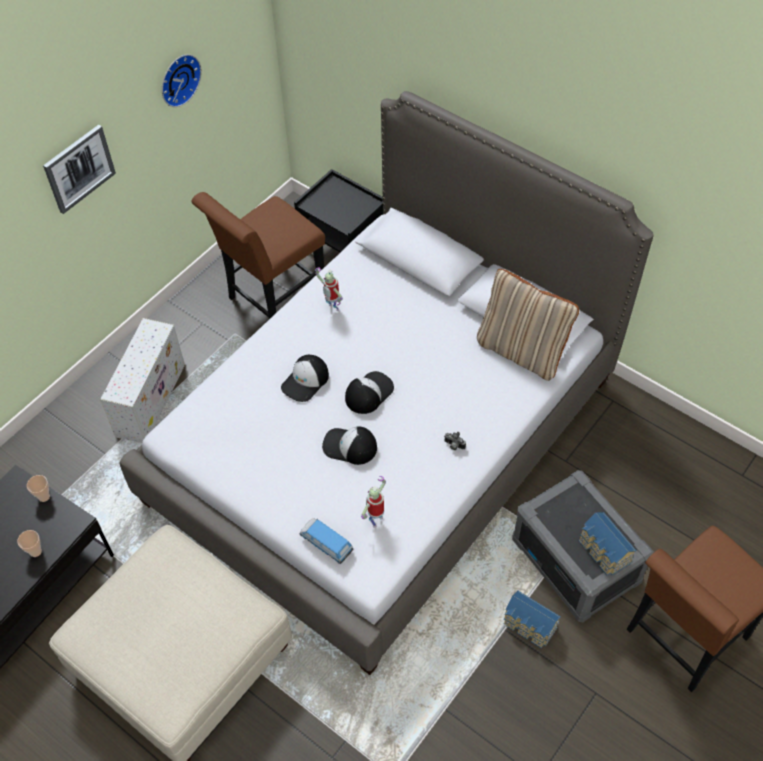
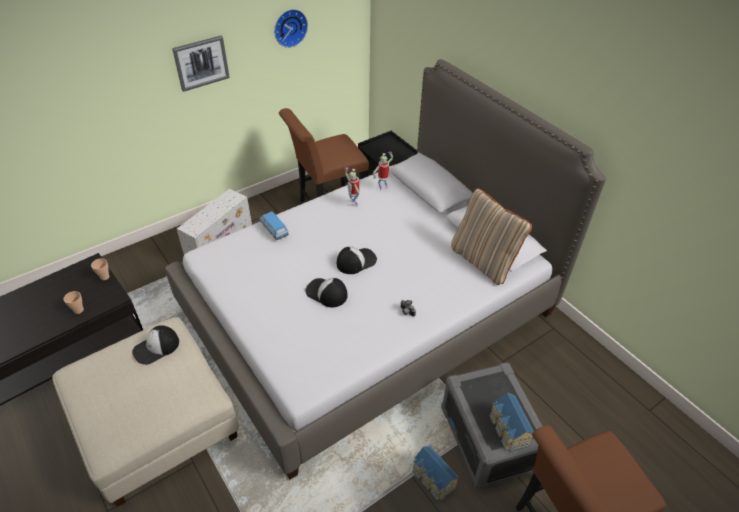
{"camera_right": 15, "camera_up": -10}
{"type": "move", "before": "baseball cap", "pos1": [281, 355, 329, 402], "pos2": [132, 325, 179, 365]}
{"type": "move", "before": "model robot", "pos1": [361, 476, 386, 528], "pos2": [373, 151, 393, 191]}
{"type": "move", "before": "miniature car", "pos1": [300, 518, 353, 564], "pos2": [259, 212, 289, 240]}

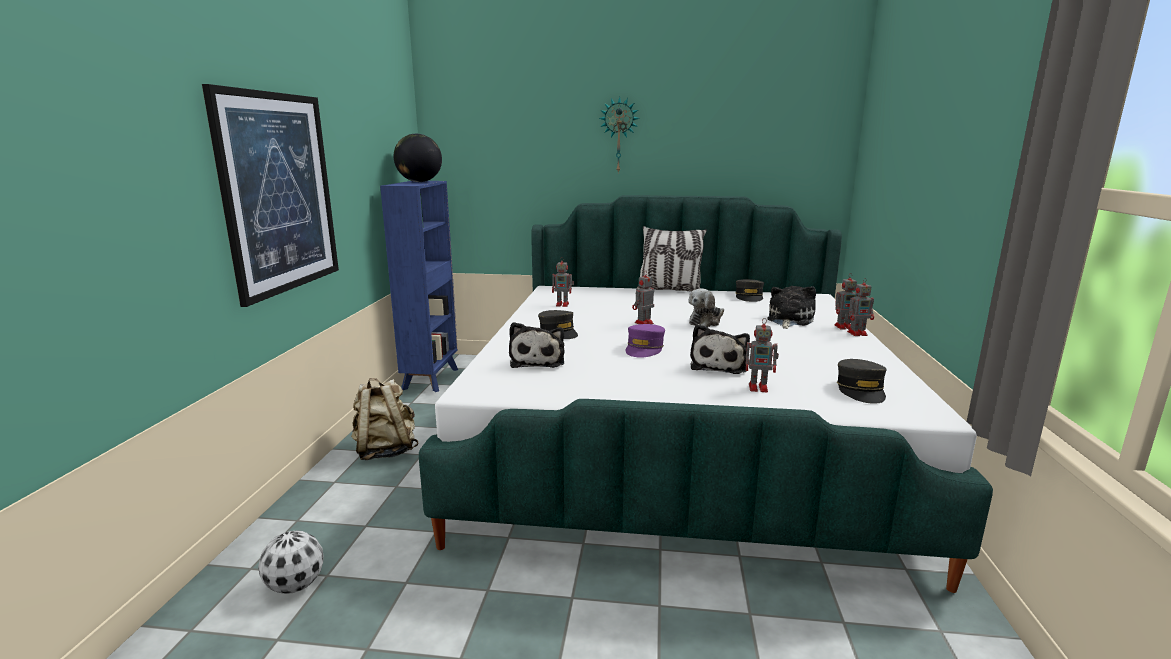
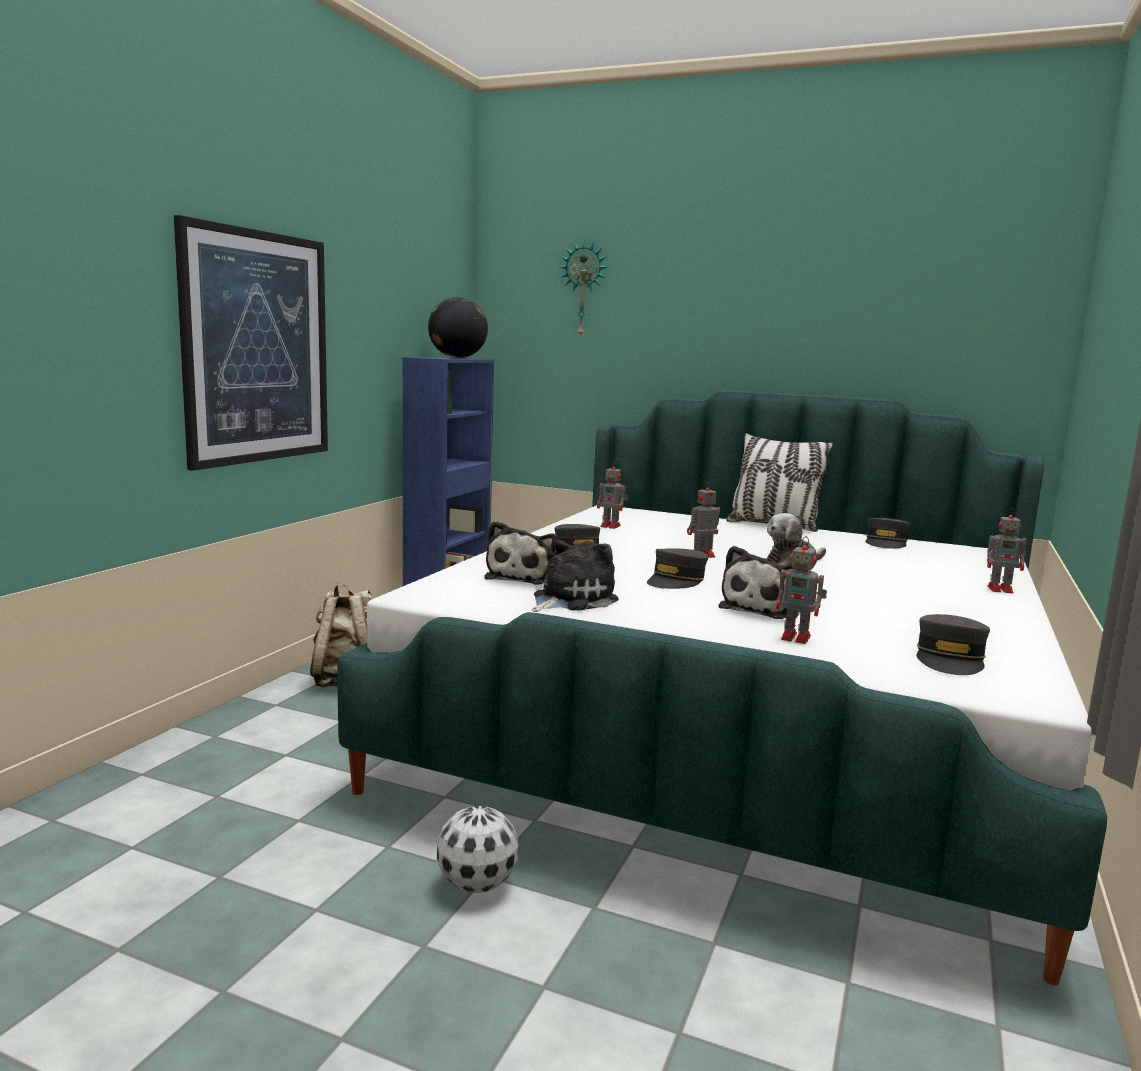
{"camera_right": 15, "camera_up": -5}
{"type": "move", "before": "wall clock", "pos1": [599, 97, 640, 174], "pos2": [560, 240, 608, 338]}
{"type": "delete", "before": "model robot", "pos1": [847, 278, 874, 336]}
{"type": "move", "before": "plush toy", "pos1": [767, 286, 816, 329], "pos2": [532, 540, 619, 612]}
{"type": "recolor", "before": "baseball cap (purplish)", "after": "baseball cap (greyish)", "pos1": [625, 324, 665, 358], "pos2": [647, 549, 708, 589]}
{"type": "move", "before": "football ball", "pos1": [258, 530, 324, 594], "pos2": [437, 806, 518, 893]}

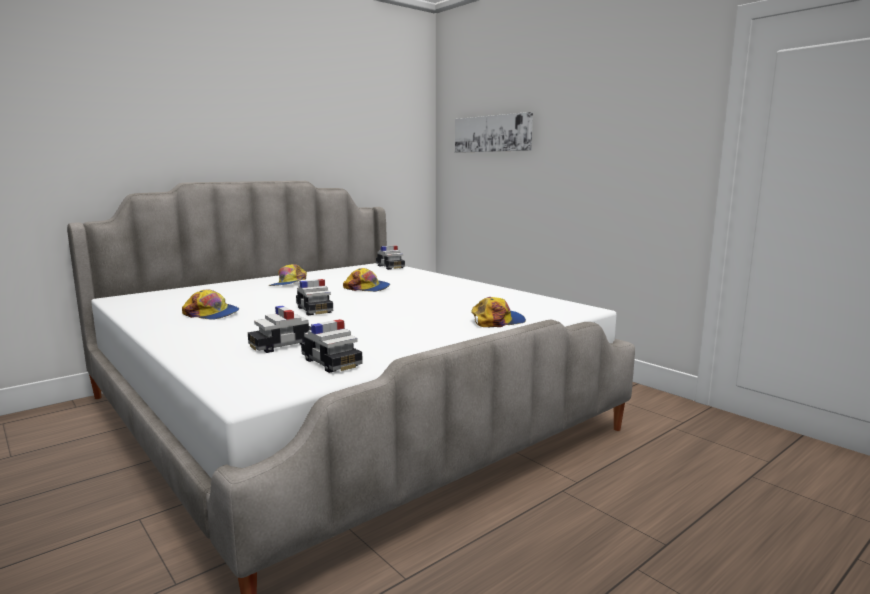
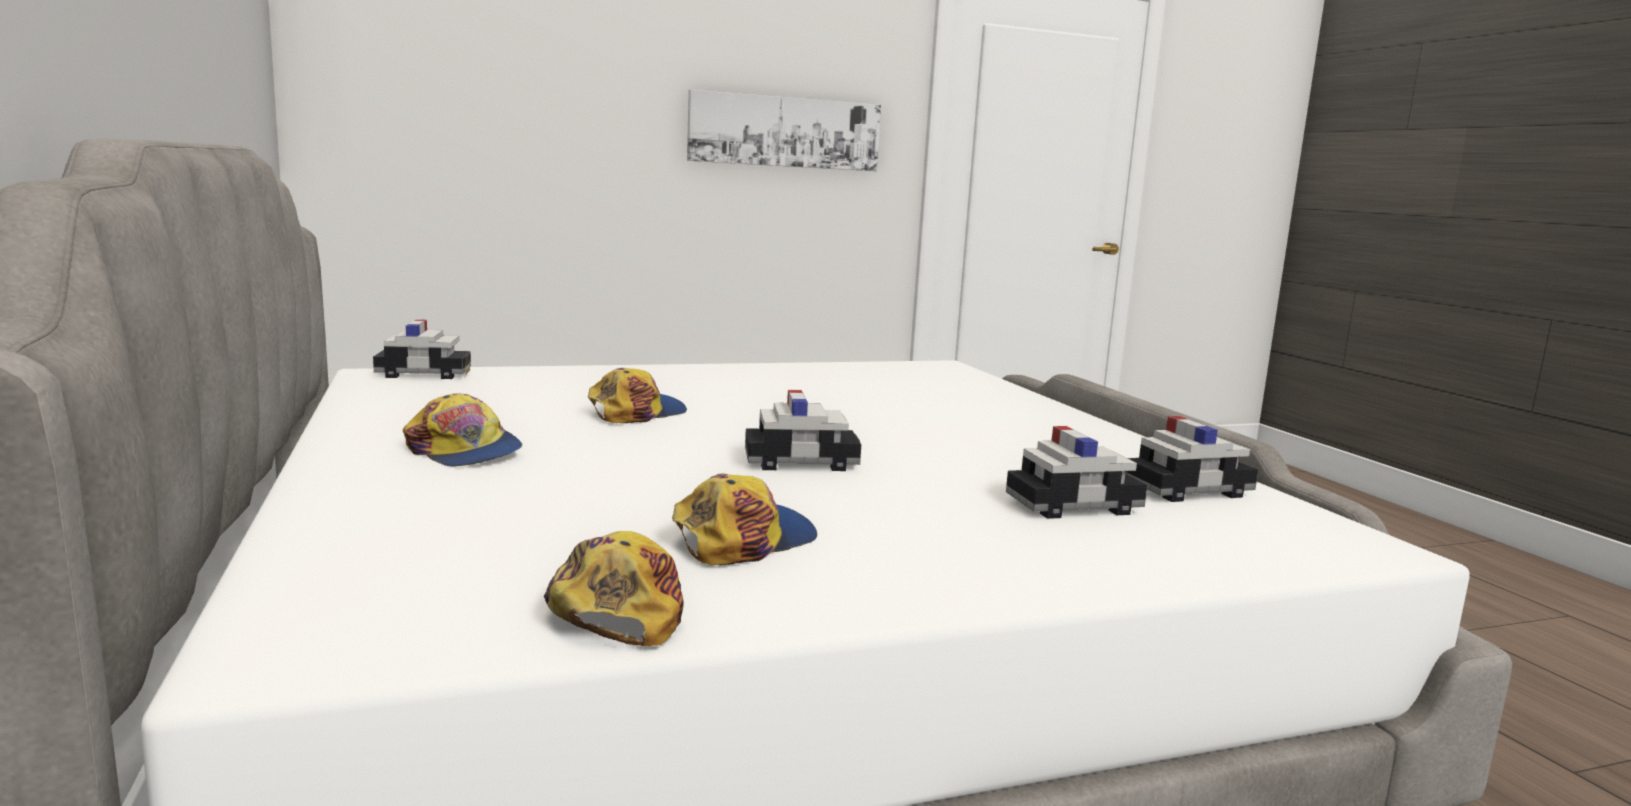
{"camera_right": -70, "camera_up": 0}
{"type": "move", "before": "wall art", "pos1": [455, 112, 533, 153], "pos2": [687, 90, 881, 171]}
{"type": "move", "before": "baseball cap", "pos1": [471, 297, 526, 327], "pos2": [544, 531, 684, 646]}
{"type": "rotate", "before": "miniature car", "pos1": [248, 306, 311, 353], "pos2": [1006, 426, 1148, 519], "turn": -90}

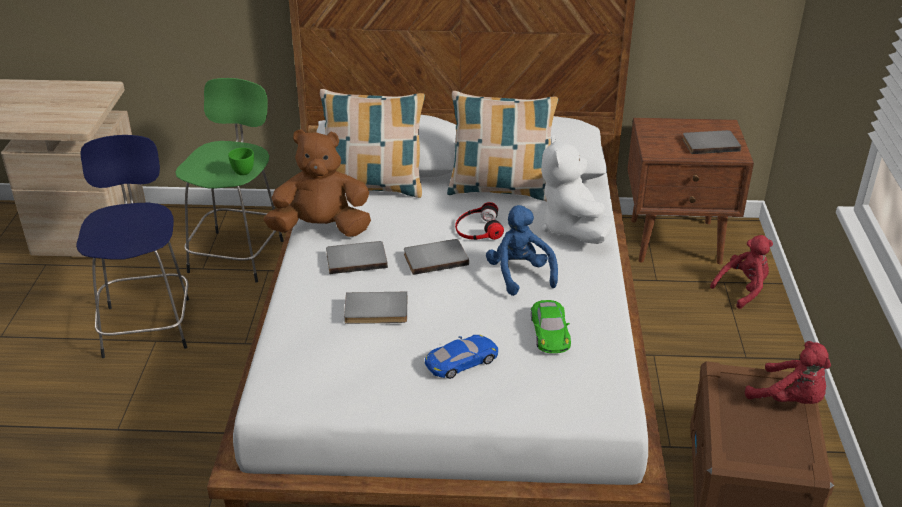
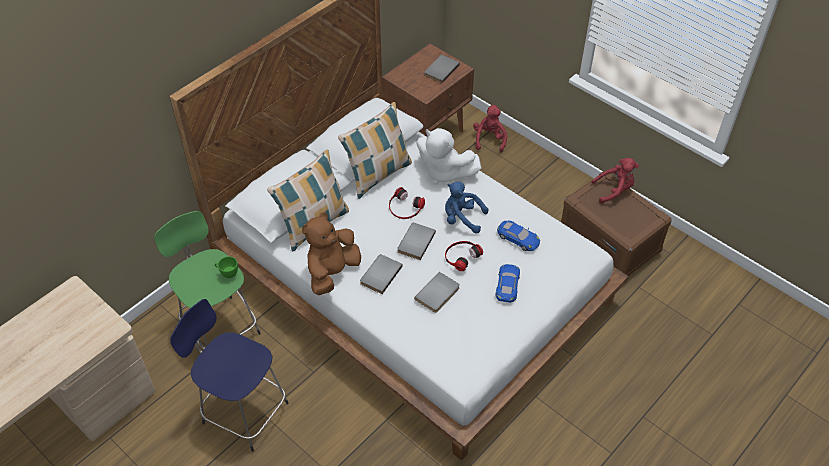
{"camera_right": -50, "camera_up": 15}
{"type": "recolor", "before": "miniature car (green-coloured)", "after": "miniature car (blue)", "pos1": [531, 300, 571, 353], "pos2": [497, 221, 540, 251]}
{"type": "insert", "after": "headset", "pos2": [445, 241, 483, 271]}

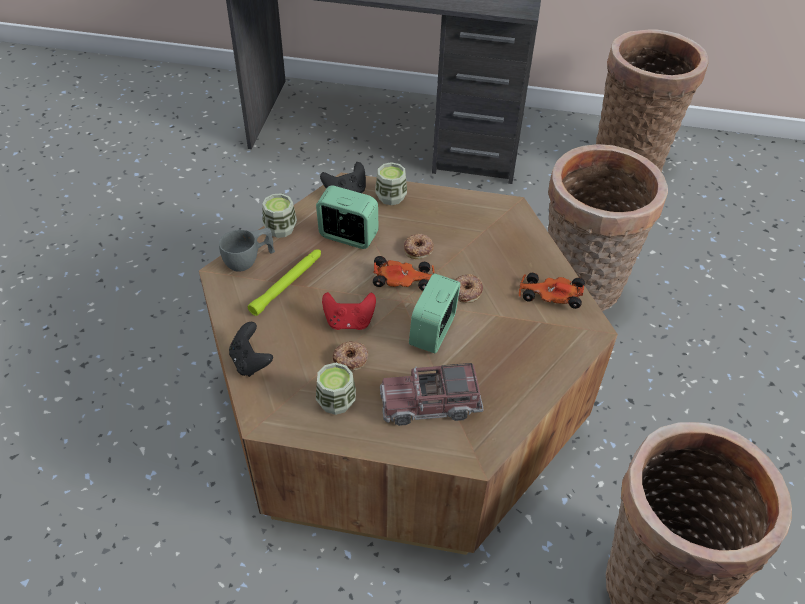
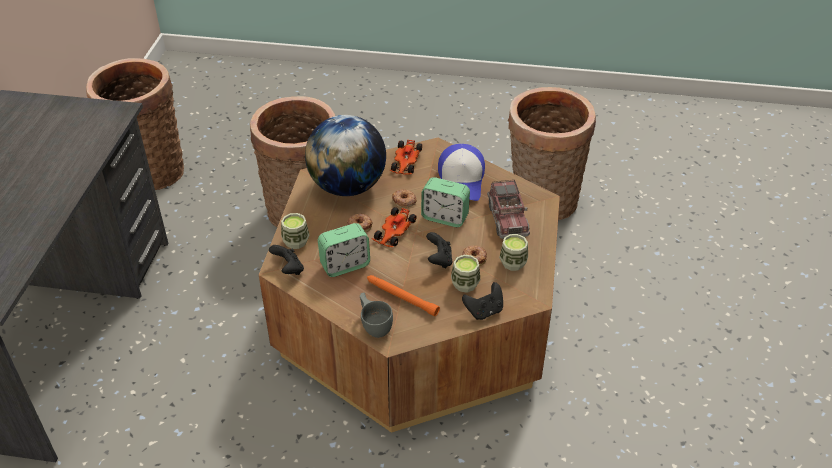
{"camera_right": -90, "camera_up": -5}
{"type": "rotate", "before": "bedside clock", "pos1": [316, 186, 379, 249], "pos2": [318, 223, 370, 277], "turn": -135}
{"type": "move", "before": "cup", "pos1": [262, 193, 297, 238], "pos2": [451, 255, 480, 293]}
{"type": "recolor", "before": "hand torch (green-coloured)", "after": "hand torch (orangey)", "pos1": [248, 249, 321, 316], "pos2": [367, 275, 440, 316]}
{"type": "rotate", "before": "miniature car", "pos1": [373, 256, 435, 291], "pos2": [372, 207, 417, 247], "turn": -150}
{"type": "recolor", "before": "joypad (reddish)", "after": "joypad (black)", "pos1": [322, 292, 376, 330], "pos2": [426, 232, 453, 268]}
{"type": "insert", "after": "world globe", "pos2": [305, 115, 386, 196]}
{"type": "insert", "after": "baseball cap", "pos2": [438, 144, 485, 201]}

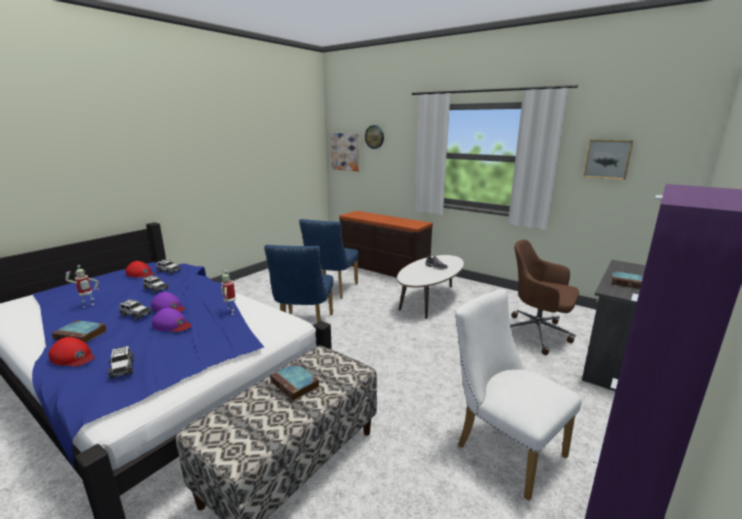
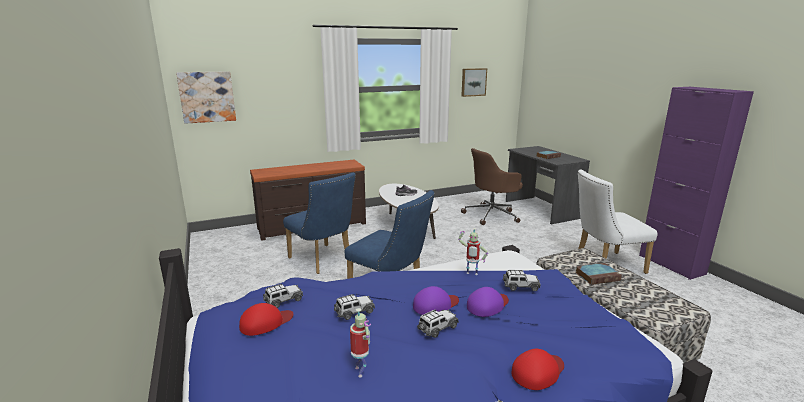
{"camera_right": -60, "camera_up": 0}
{"type": "delete", "before": "wall clock", "pos1": [365, 125, 384, 149]}
{"type": "delete", "before": "bound book", "pos1": [51, 320, 106, 343]}
{"type": "move", "before": "miniature car", "pos1": [108, 346, 134, 379], "pos2": [503, 270, 541, 291]}

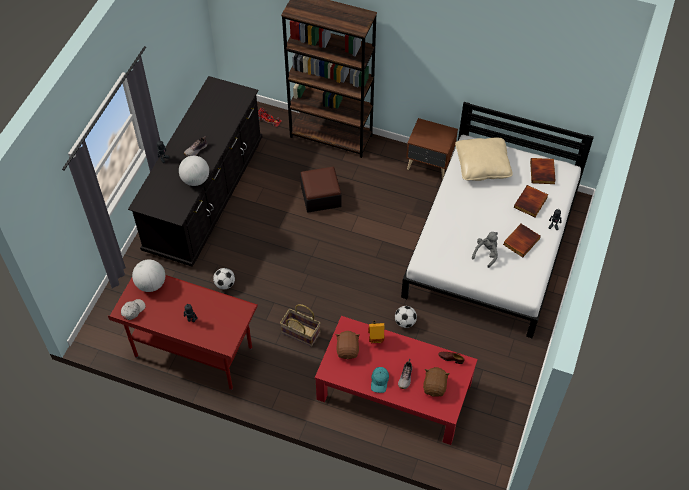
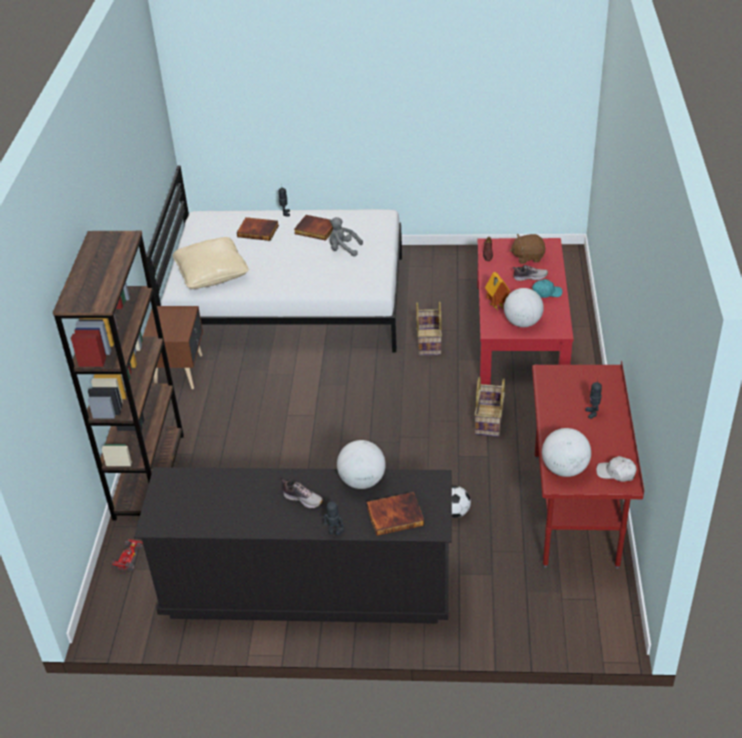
{"camera_right": -105, "camera_up": -15}
{"type": "move", "before": "bound book", "pos1": [530, 158, 556, 184], "pos2": [366, 492, 424, 536]}
{"type": "delete", "before": "ottoman", "pos1": [300, 167, 342, 213]}
{"type": "replace", "before": "football ball", "after": "household basket", "pos1": [395, 306, 417, 328], "pos2": [416, 301, 442, 356]}
{"type": "replace", "before": "plush toy (brown-coloured)", "after": "world globe", "pos1": [336, 331, 360, 359], "pos2": [504, 288, 544, 327]}

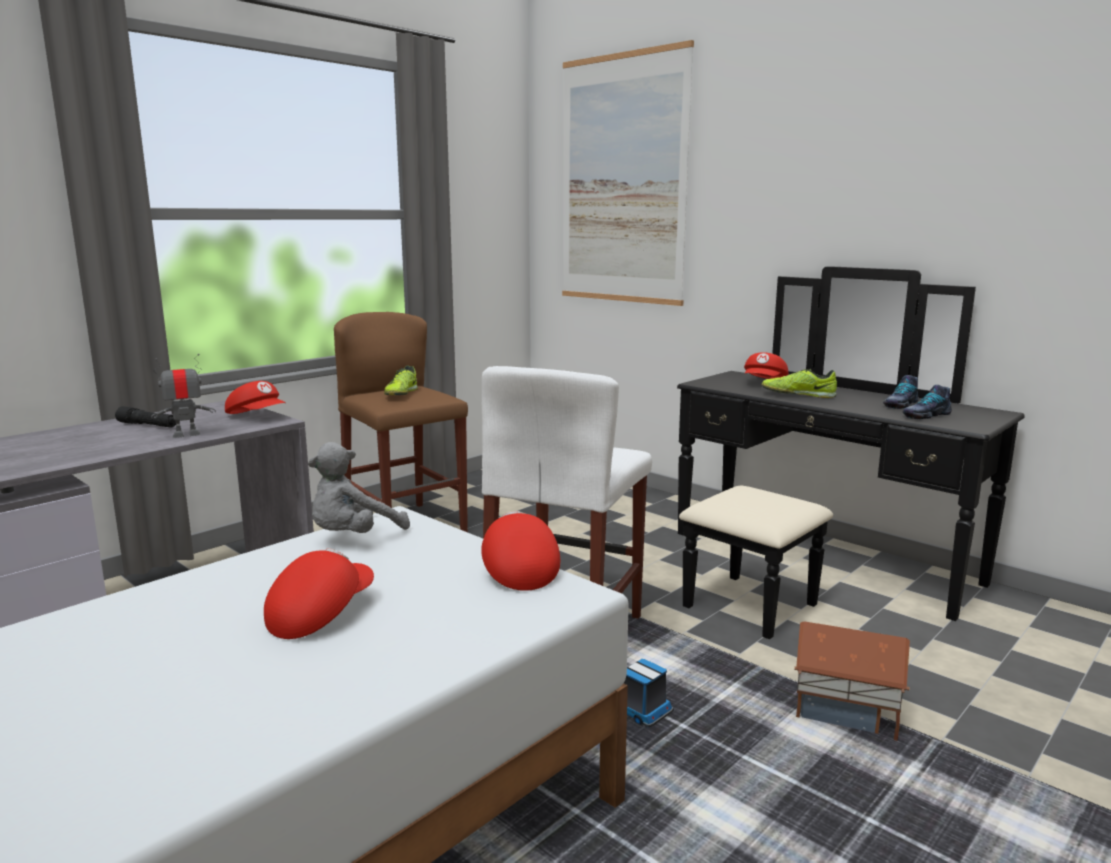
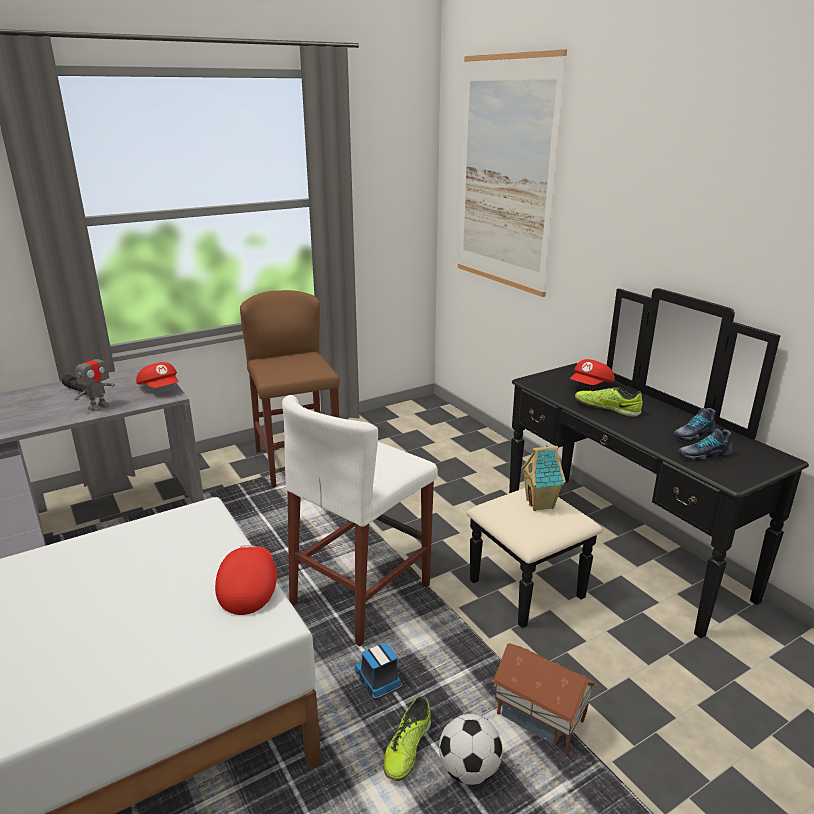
{"camera_right": 15, "camera_up": 10}
{"type": "rotate", "before": "model robot", "pos1": [151, 354, 216, 438], "pos2": [73, 348, 115, 411], "turn": 135}
{"type": "move", "before": "shoe", "pos1": [384, 366, 418, 395], "pos2": [383, 696, 431, 781]}
{"type": "delete", "before": "plush toy (greyish)", "pos1": [308, 442, 410, 533]}
{"type": "delete", "before": "baseball cap (reddish)", "pos1": [264, 548, 374, 639]}
{"type": "insert", "after": "toy house", "pos2": [521, 445, 566, 511]}
{"type": "insert", "after": "football ball", "pos2": [439, 714, 503, 785]}

